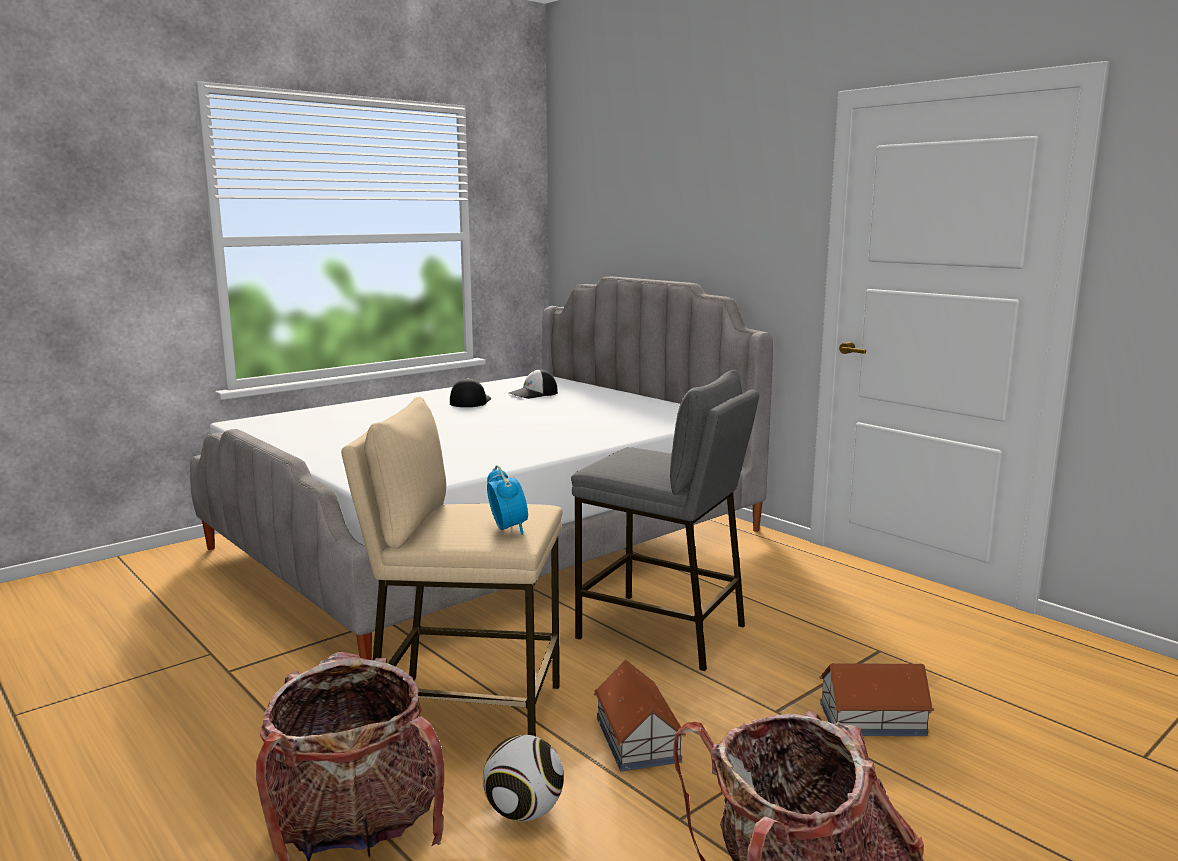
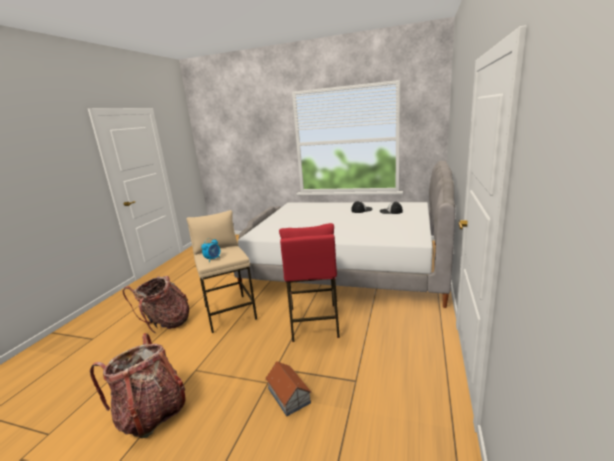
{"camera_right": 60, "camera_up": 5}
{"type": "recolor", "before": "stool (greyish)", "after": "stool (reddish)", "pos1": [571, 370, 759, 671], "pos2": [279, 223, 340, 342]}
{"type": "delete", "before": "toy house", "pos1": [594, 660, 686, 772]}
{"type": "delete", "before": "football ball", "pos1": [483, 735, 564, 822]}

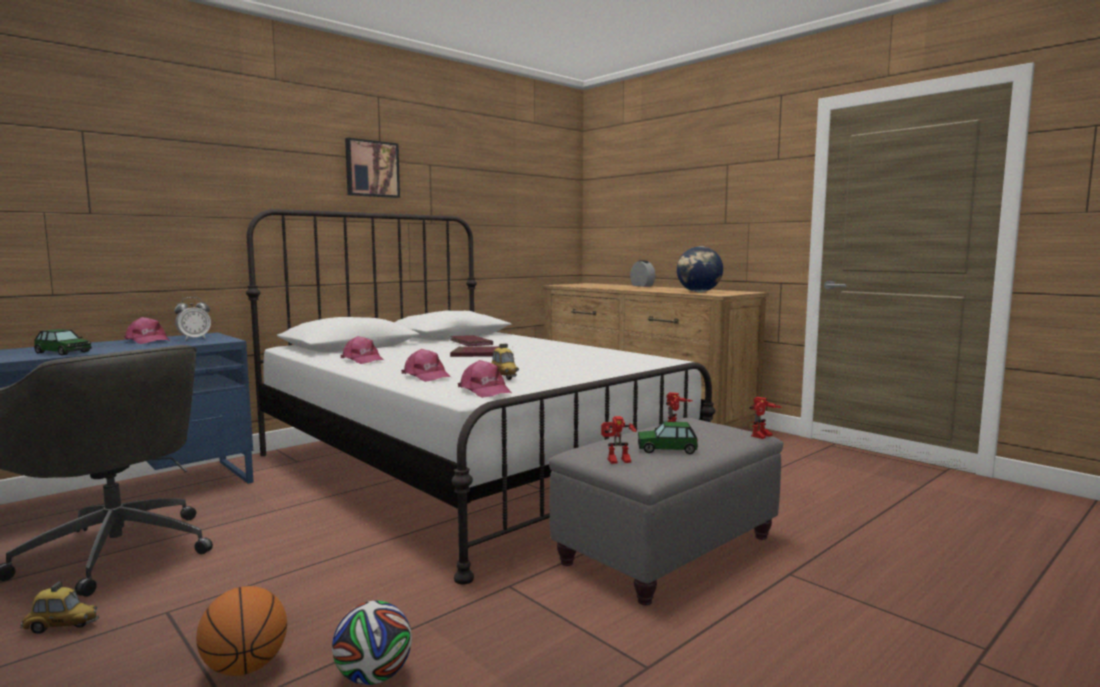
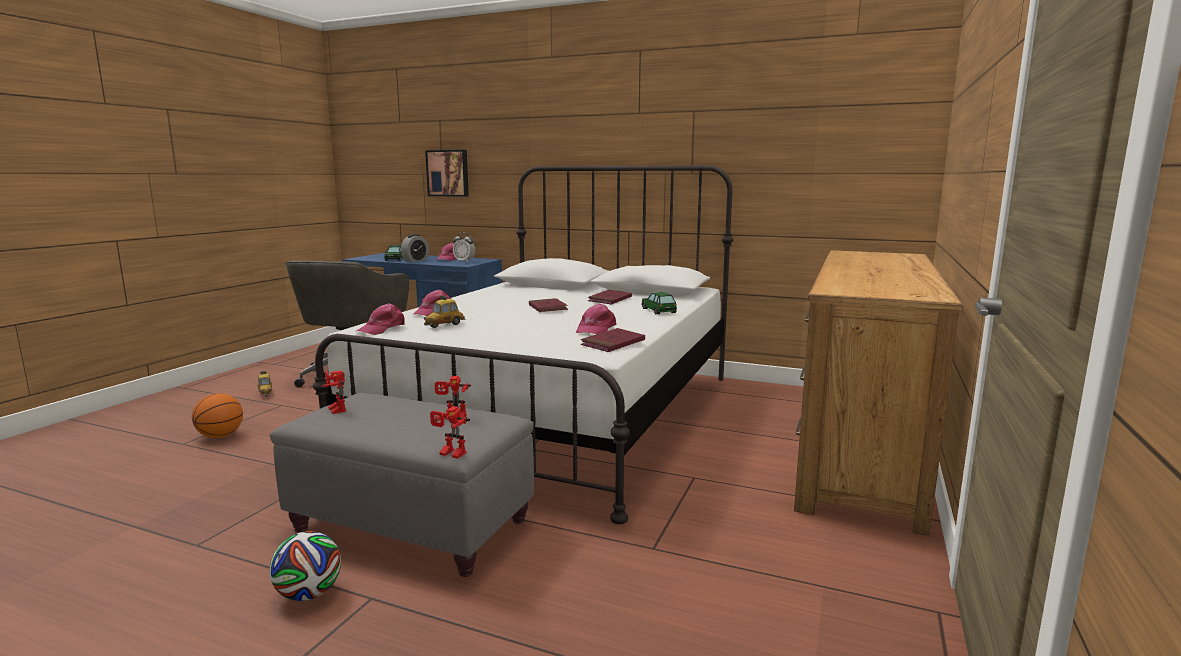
{"camera_right": 65, "camera_up": 5}
{"type": "move", "before": "wall art", "pos1": [345, 138, 400, 198], "pos2": [425, 150, 469, 197]}
{"type": "delete", "before": "world globe", "pos1": [677, 246, 723, 292]}
{"type": "move", "before": "bedside clock", "pos1": [630, 260, 655, 287], "pos2": [401, 234, 429, 262]}
{"type": "move", "before": "baseball cap (pink)", "pos1": [340, 336, 384, 364], "pos2": [576, 303, 616, 334]}
{"type": "move", "before": "miniature car", "pos1": [638, 422, 698, 454], "pos2": [641, 292, 677, 314]}
{"type": "move", "before": "football ball", "pos1": [332, 601, 412, 685], "pos2": [269, 531, 341, 601]}
{"type": "insert", "after": "bound book (reddish)", "pos2": [581, 328, 645, 352]}

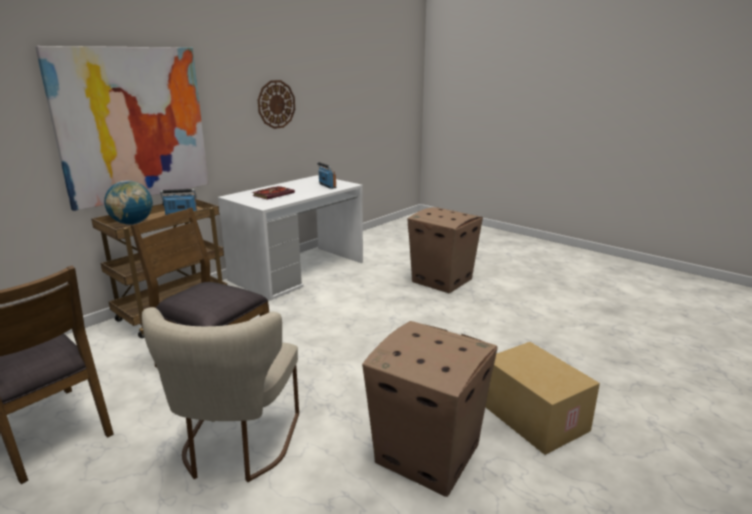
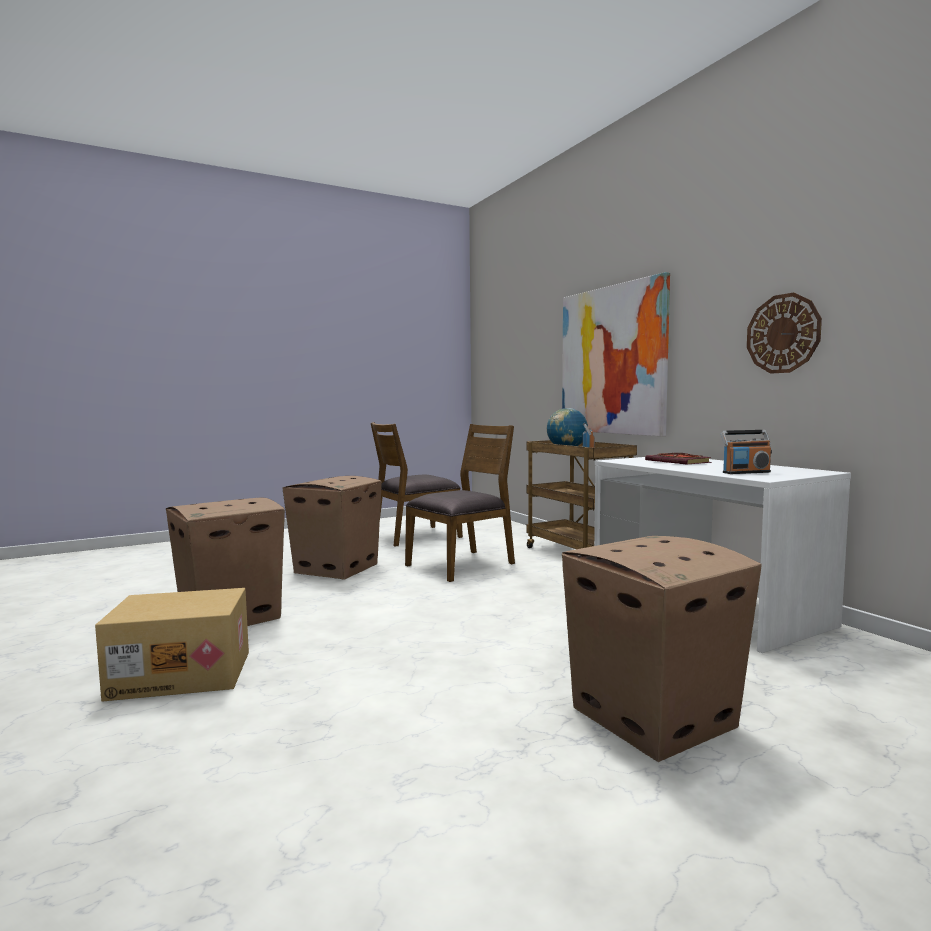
{"camera_right": 110, "camera_up": -15}
{"type": "replace", "before": "plain chair (beige-coloured)", "after": "cardboard box", "pos1": [142, 307, 299, 482], "pos2": [282, 476, 382, 580]}

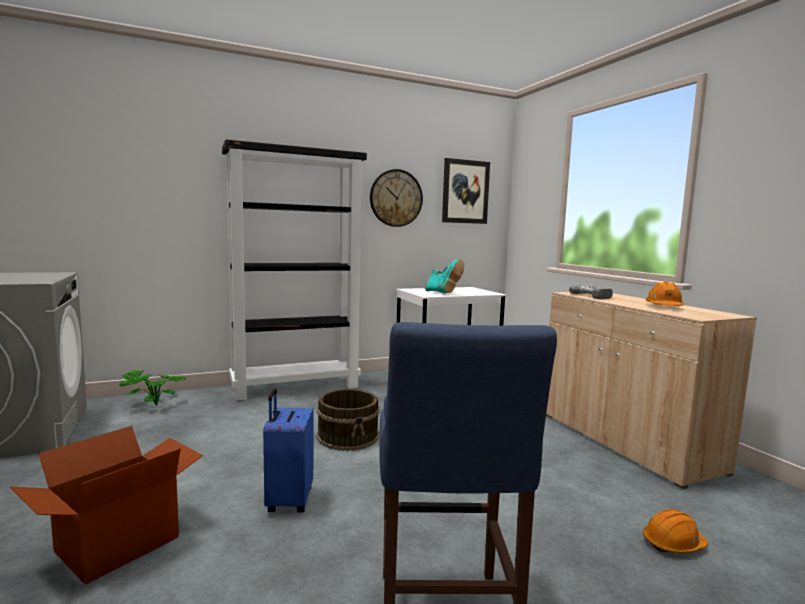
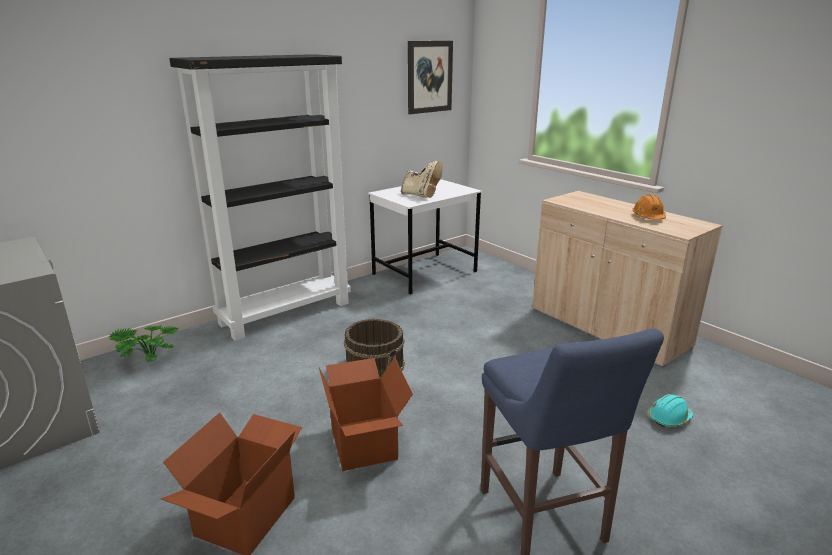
{"camera_right": -15, "camera_up": 15}
{"type": "delete", "before": "wall clock", "pos1": [370, 169, 423, 227]}
{"type": "recolor", "before": "boot (turquoise)", "after": "boot (beige-coloured)", "pos1": [425, 259, 464, 293], "pos2": [401, 161, 443, 198]}
{"type": "delete", "before": "electric drill", "pos1": [569, 285, 613, 299]}
{"type": "replace", "before": "suitcase (blue)", "after": "cardboard box", "pos1": [263, 389, 313, 512], "pos2": [319, 357, 413, 471]}
{"type": "recolor", "before": "work helmet (orangey)", "after": "work helmet (turquoise)", "pos1": [643, 509, 708, 553], "pos2": [648, 394, 693, 427]}

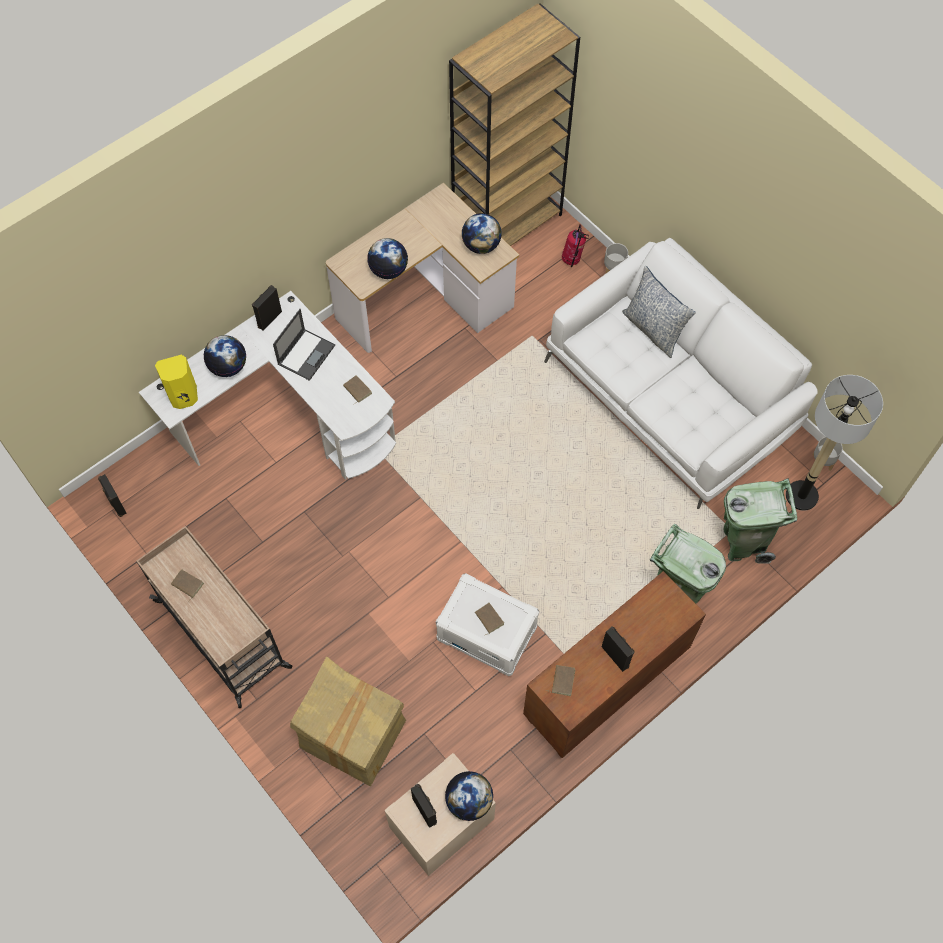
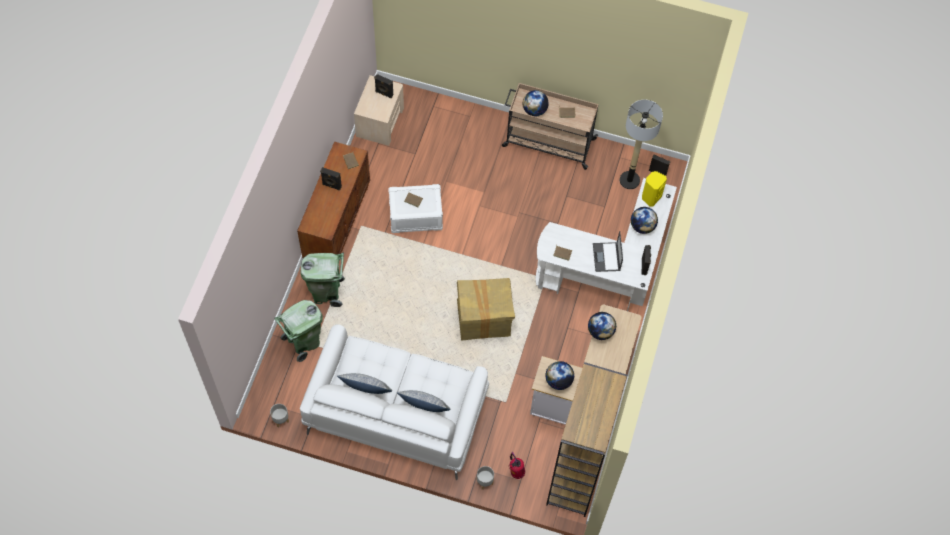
{"camera_right": 145, "camera_up": 0}
{"type": "move", "before": "standing lamp", "pos1": [786, 375, 883, 511], "pos2": [620, 100, 663, 189]}
{"type": "move", "before": "cardboard box", "pos1": [290, 656, 406, 787], "pos2": [457, 278, 515, 341]}
{"type": "move", "before": "world globe", "pos1": [445, 771, 493, 821], "pos2": [522, 90, 549, 116]}
{"type": "insert", "after": "pillow", "pos2": [337, 373, 392, 394]}

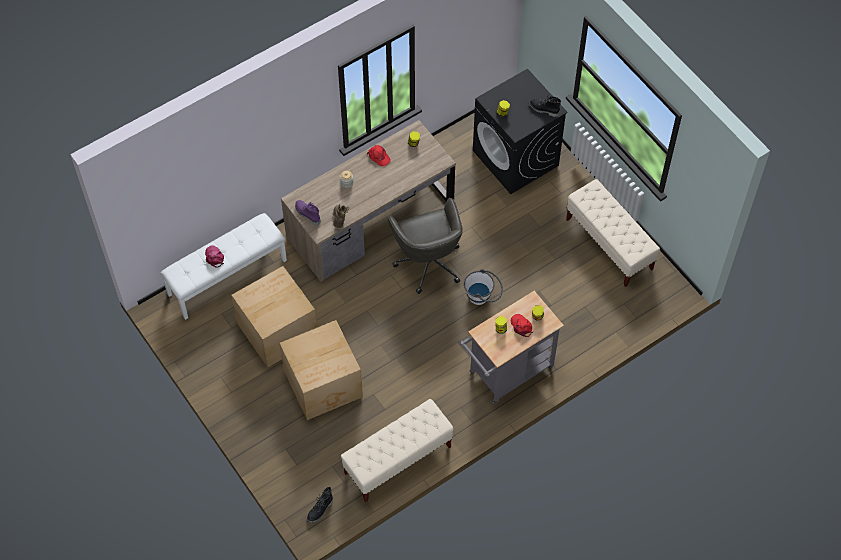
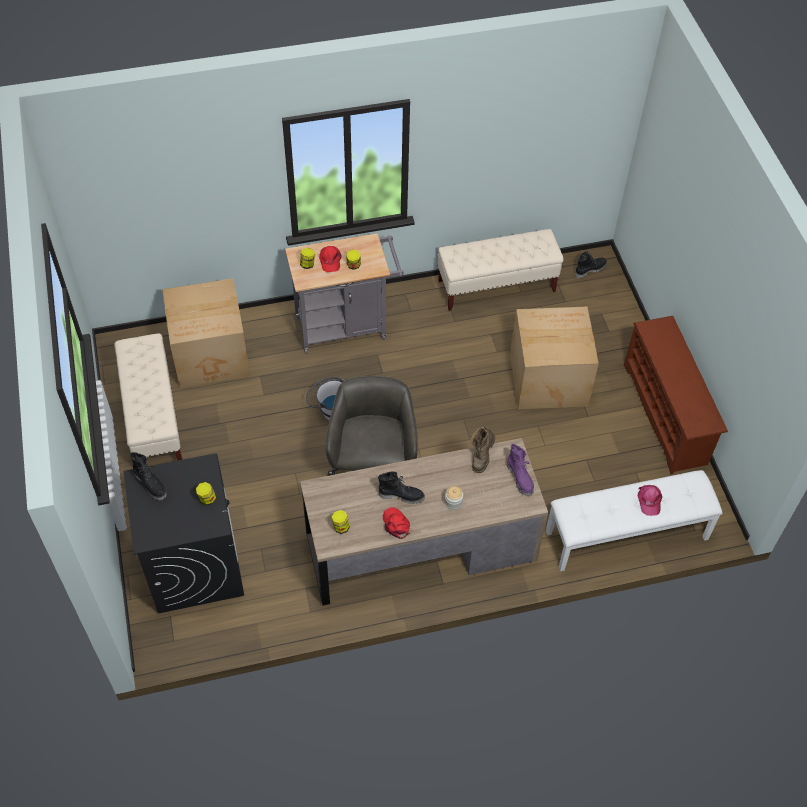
{"camera_right": -160, "camera_up": -5}
{"type": "move", "before": "cardboard box", "pos1": [231, 266, 317, 367], "pos2": [162, 278, 250, 388]}
{"type": "insert", "after": "shoe stand (brown-coloured)", "pos2": [624, 316, 728, 474]}
{"type": "insert", "after": "boot (black)", "pos2": [378, 471, 425, 504]}

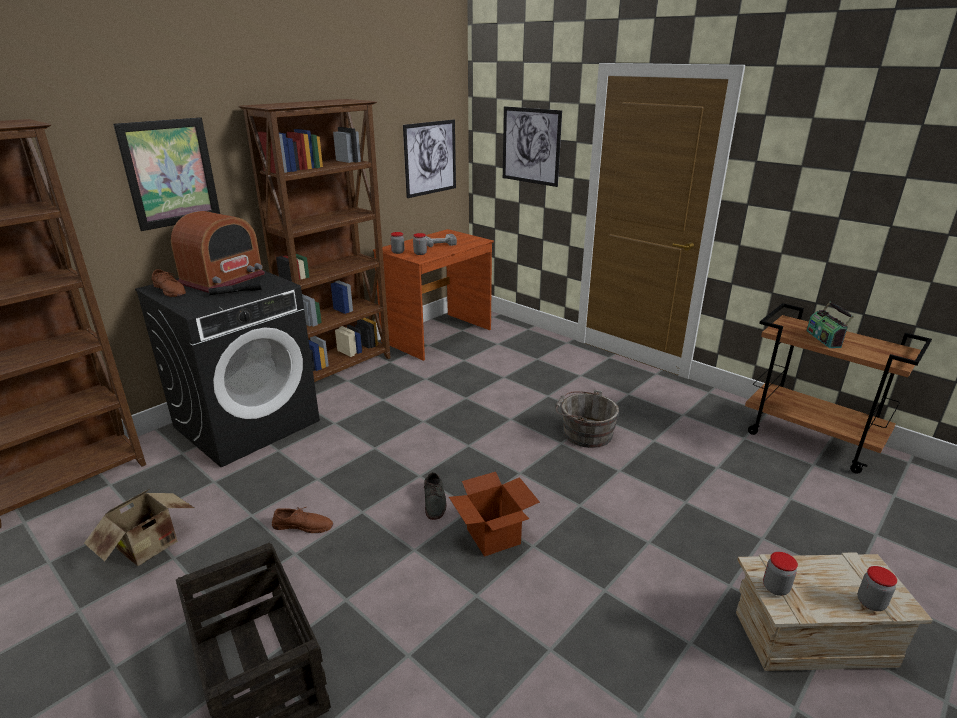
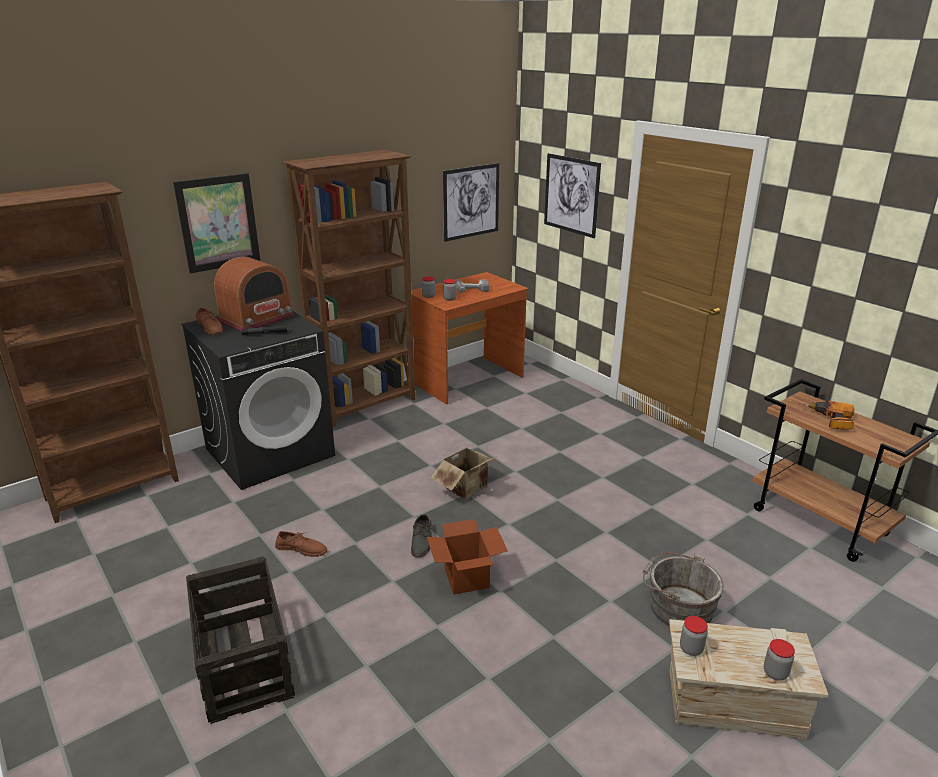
{"camera_right": 10, "camera_up": 0}
{"type": "replace", "before": "radio receiver", "after": "electric drill", "pos1": [807, 301, 854, 348], "pos2": [799, 401, 855, 430]}
{"type": "move", "before": "water bucket (greyish)", "pos1": [555, 389, 620, 448], "pos2": [642, 552, 724, 626]}
{"type": "move", "before": "cardboard box", "pos1": [84, 488, 194, 566], "pos2": [431, 446, 499, 499]}

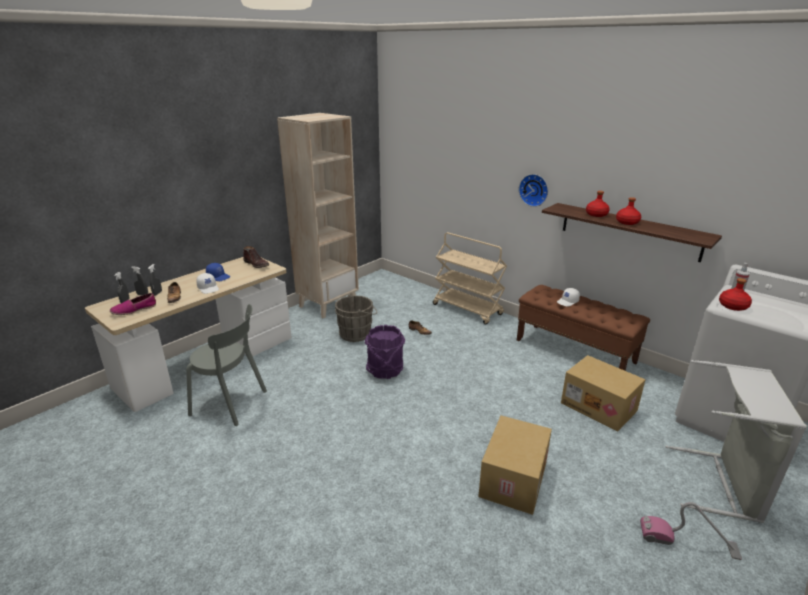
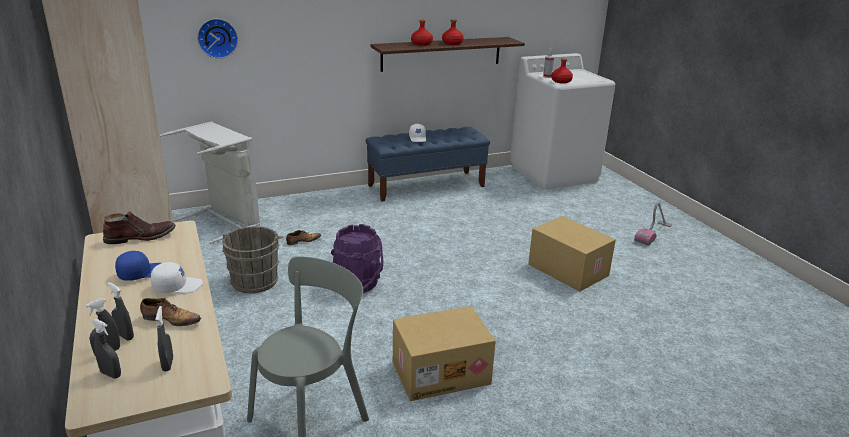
{"camera_right": -65, "camera_up": 0}
{"type": "move", "before": "wall clock", "pos1": [519, 174, 548, 207], "pos2": [197, 19, 238, 59]}
{"type": "delete", "before": "cart (beige-coloured)", "pos1": [433, 232, 507, 325]}
{"type": "recolor", "before": "indoor bench (brown-coloured)", "after": "indoor bench (blue)", "pos1": [517, 285, 650, 371], "pos2": [366, 127, 490, 202]}
{"type": "replace", "before": "shoe", "after": "sprayer (greyish)", "pos1": [110, 293, 156, 315], "pos2": [155, 306, 173, 372]}
{"type": "move", "before": "cardboard box", "pos1": [561, 355, 645, 431], "pos2": [393, 306, 496, 401]}
{"type": "move", "before": "laundry basket (greyish)", "pos1": [665, 360, 807, 523], "pos2": [160, 121, 260, 244]}

